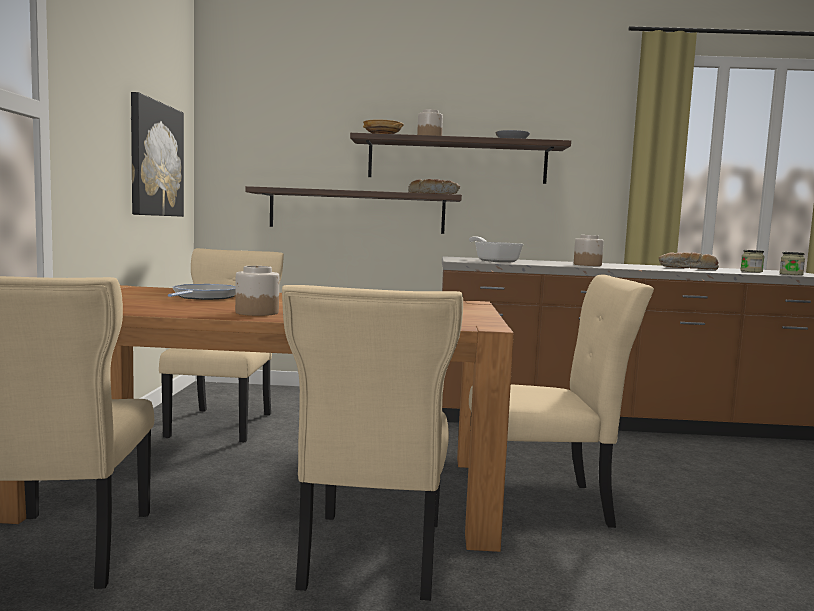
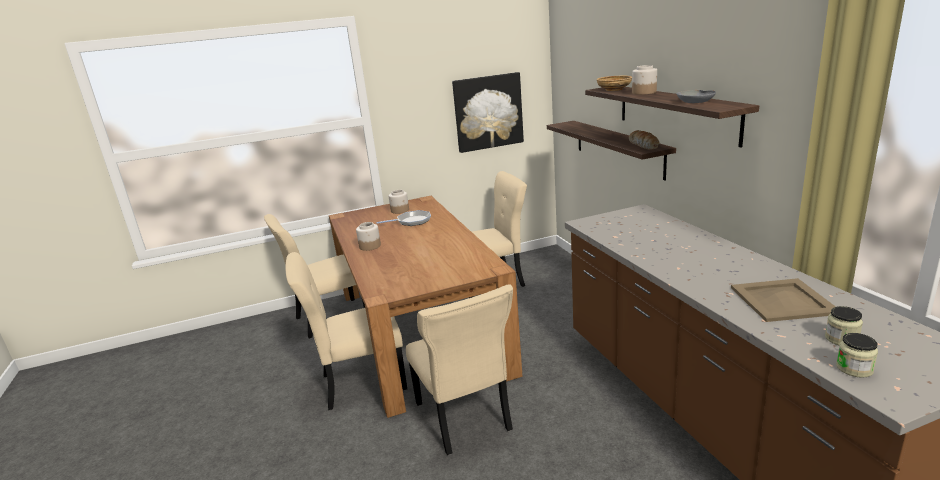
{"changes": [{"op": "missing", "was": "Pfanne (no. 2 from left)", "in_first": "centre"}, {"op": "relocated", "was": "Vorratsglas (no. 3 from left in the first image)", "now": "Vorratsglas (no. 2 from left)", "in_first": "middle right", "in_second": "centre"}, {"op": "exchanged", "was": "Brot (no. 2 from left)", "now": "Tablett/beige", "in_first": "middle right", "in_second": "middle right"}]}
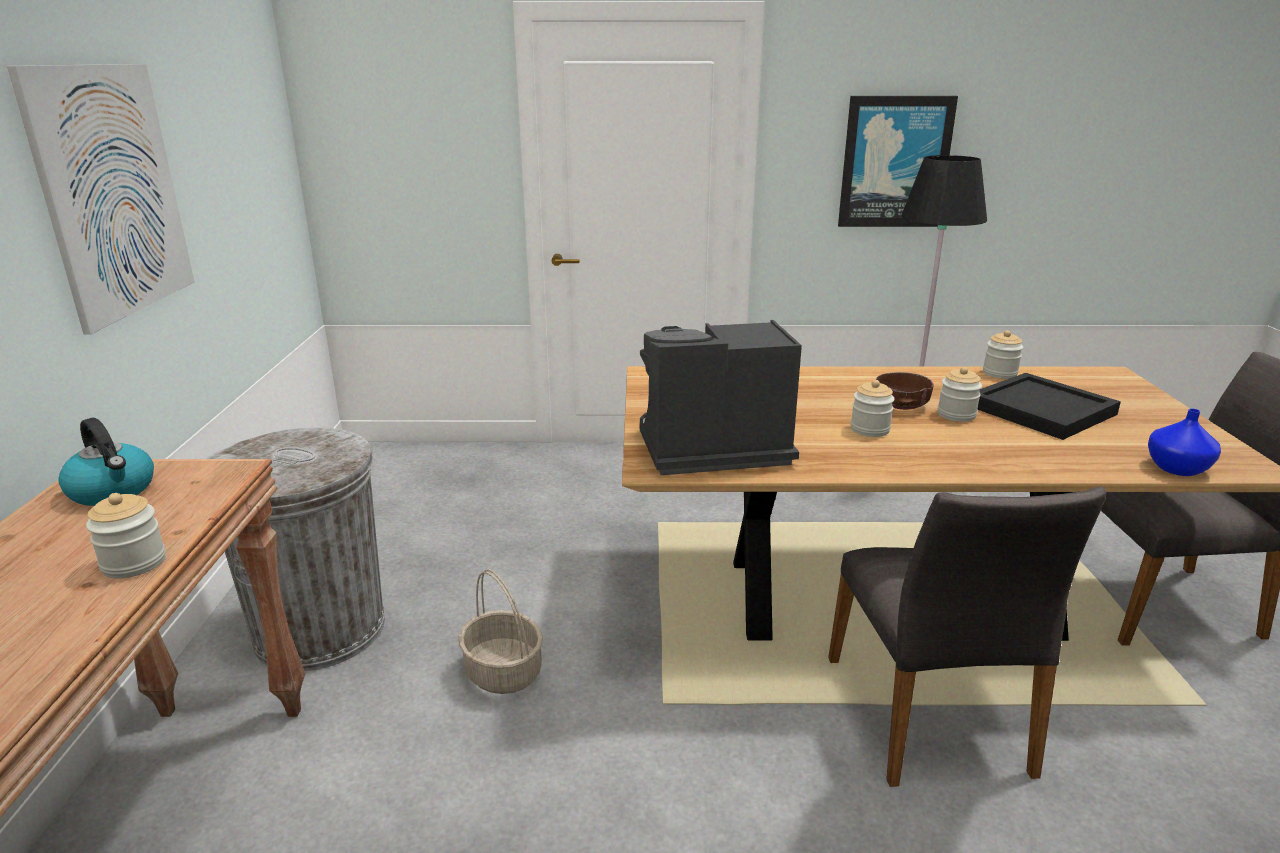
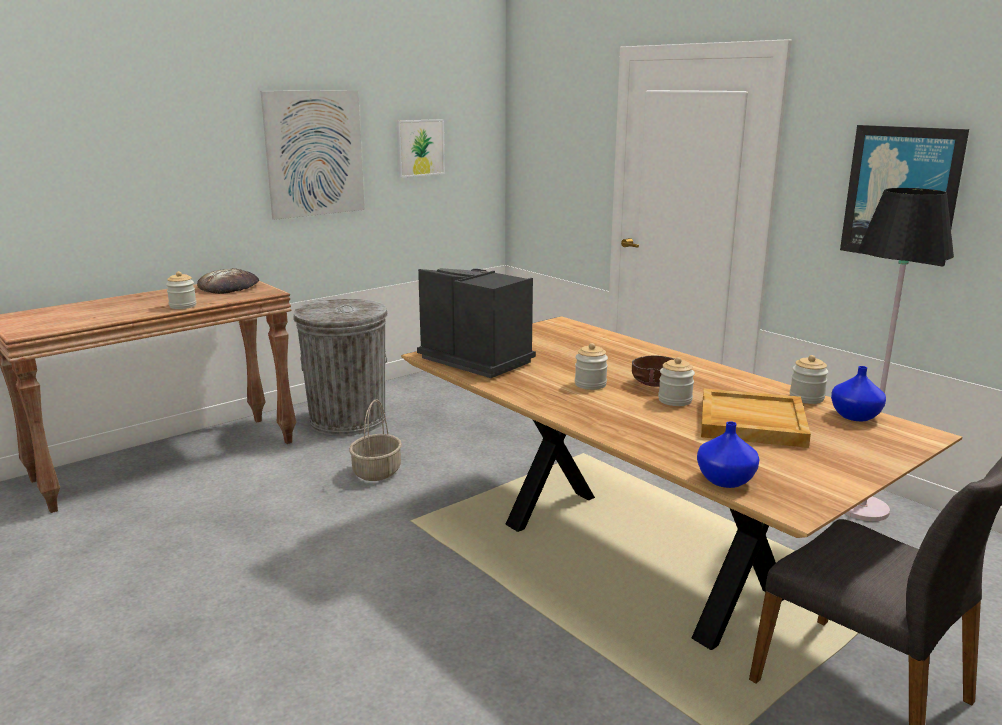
{"changes": [{"op": "exchanged", "was": "Wasserkessel", "now": "Brot", "in_first": "middle left", "in_second": "middle left"}, {"op": "missing", "was": "Stuhl/grau (no. 1 from left)", "in_first": "bottom right"}, {"op": "colour", "was": "Tablett/schwarz", "now": "Tablett/beige", "in_first": "middle right", "in_second": "middle right"}, {"op": "appeared", "now": "Bild (no. 2 from left)", "in_second": "top centre"}, {"op": "appeared", "now": "Vase/blau (no. 2 from left)", "in_second": "middle right"}]}
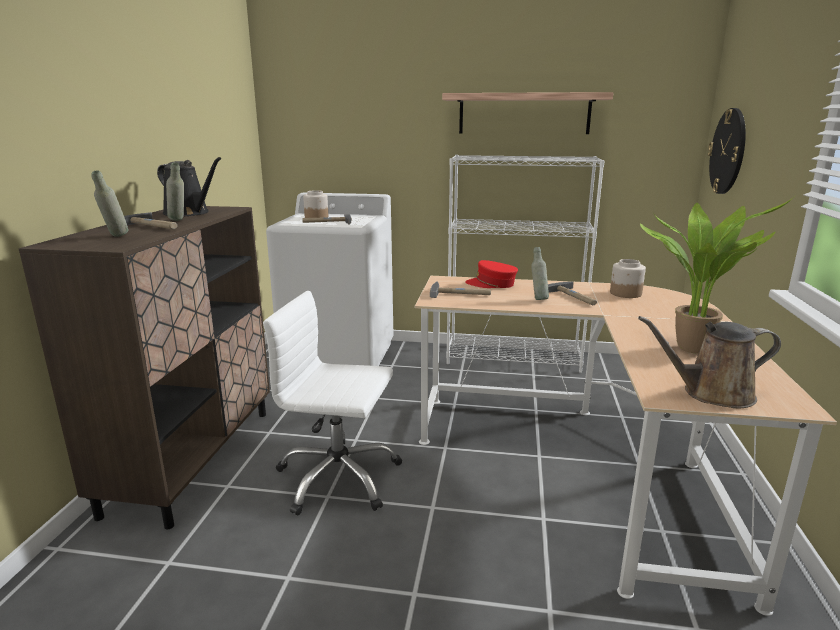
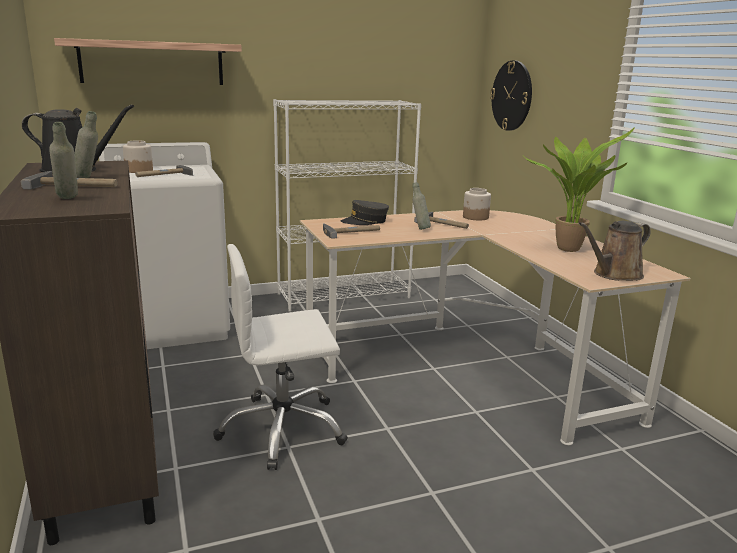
{"changes": [{"op": "relocated", "was": "Wandregal", "in_first": "top centre", "in_second": "top left"}, {"op": "colour", "was": "Kappe/rot", "now": "Kappe/grau", "in_first": "centre", "in_second": "centre"}]}
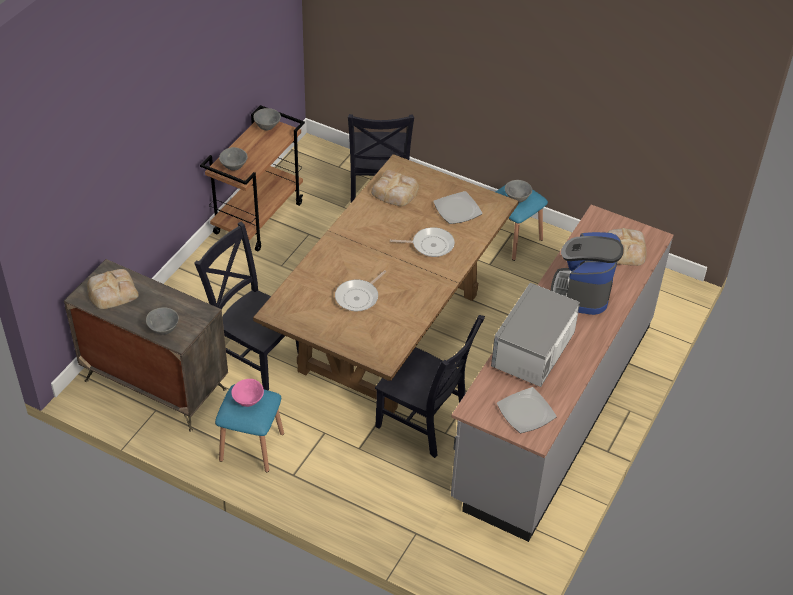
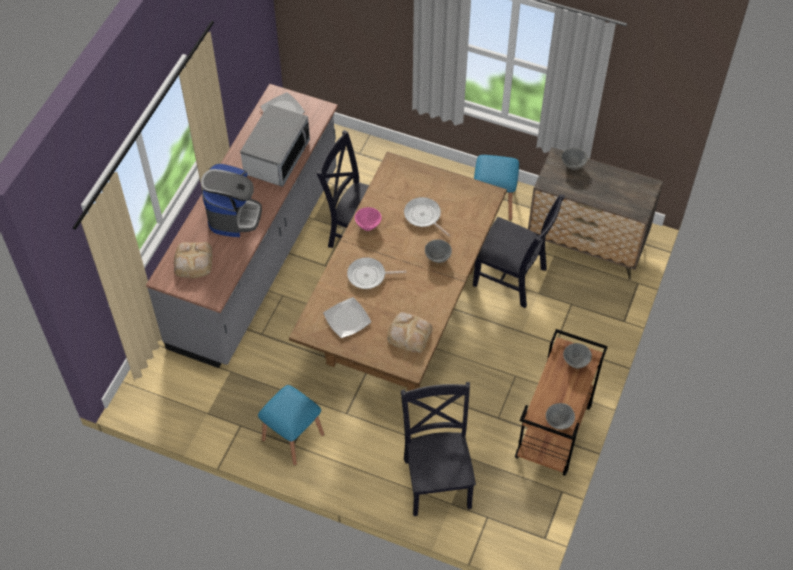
{"changes": [{"op": "missing", "was": "Brot (no. 1 from left)", "in_first": "middle left"}, {"op": "relocated", "was": "Schüssel/rosa", "in_first": "middle left", "in_second": "centre"}, {"op": "spun", "was": "Pfanne (no. 1 from left in the first image)", "in_first": "centre", "in_second": "centre", "clockwise": -75}, {"op": "relocated", "was": "Schüssel/grau (no. 4 from left in the first image)", "now": "Schüssel/grau (no. 1 from left)", "in_first": "top centre", "in_second": "centre"}]}
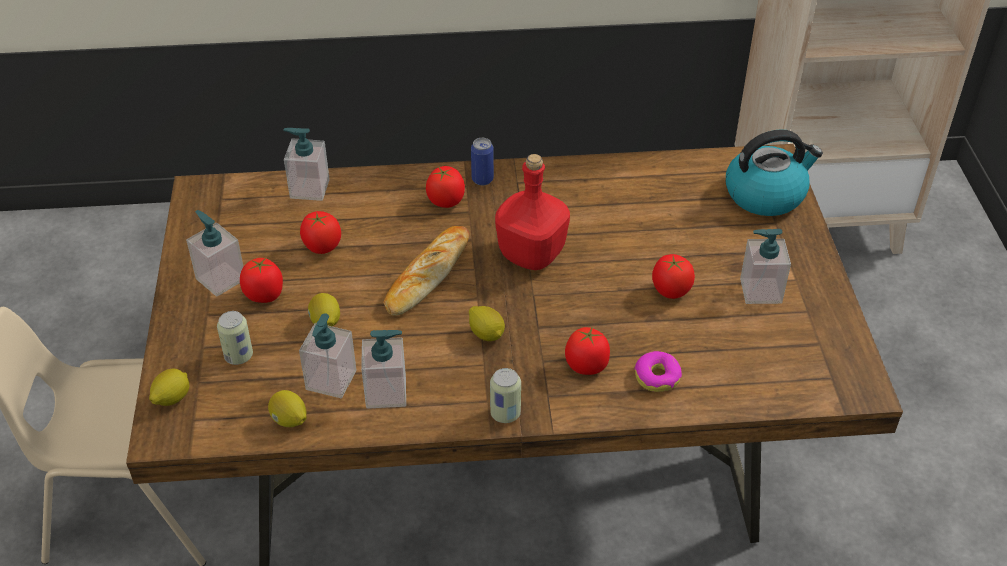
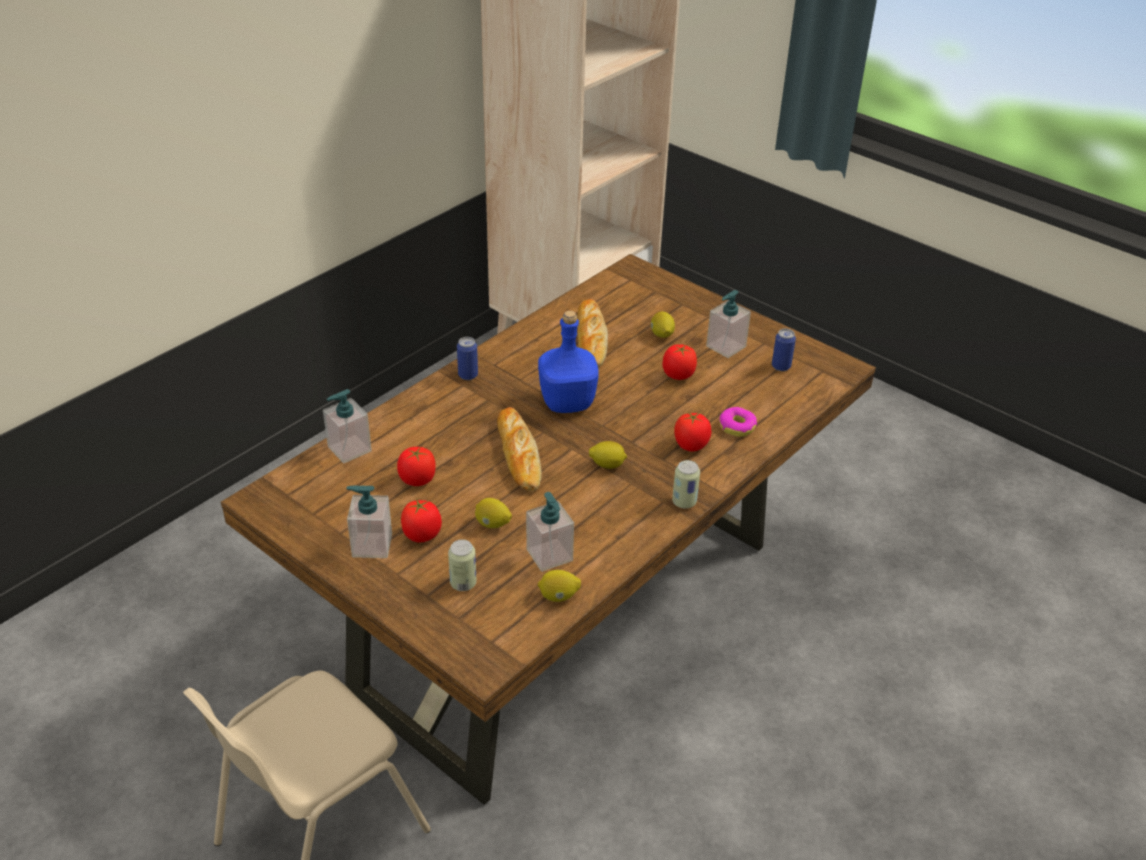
{"changes": [{"op": "relocated", "was": "Zitrone (no. 1 from left in the first image)", "now": "Zitrone (no. 4 from left)", "in_first": "bottom left", "in_second": "centre"}, {"op": "missing", "was": "Seifenspender (no. 4 from left)", "in_first": "centre"}, {"op": "missing", "was": "Tomate (no. 3 from left)", "in_first": "top centre"}, {"op": "colour", "was": "Flasche/rot", "now": "Flasche/blau", "in_first": "centre", "in_second": "centre"}, {"op": "missing", "was": "Wasserkessel", "in_first": "top right"}, {"op": "appeared", "now": "Brot (no. 2 from left)", "in_second": "centre"}, {"op": "appeared", "now": "Dose (no. 4 from left)", "in_second": "middle right"}]}
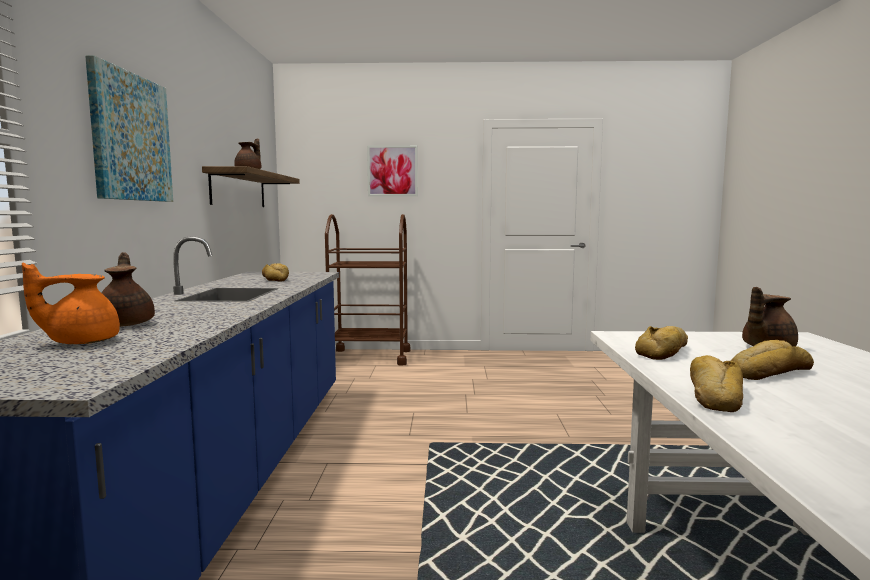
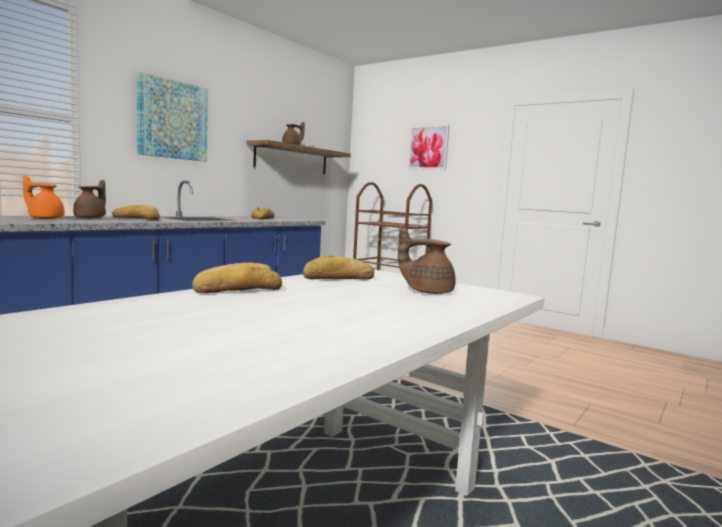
{"changes": [{"op": "relocated", "was": "Brot (no. 4 from left in the first image)", "now": "Brot (no. 1 from left)", "in_first": "middle right", "in_second": "middle left"}]}
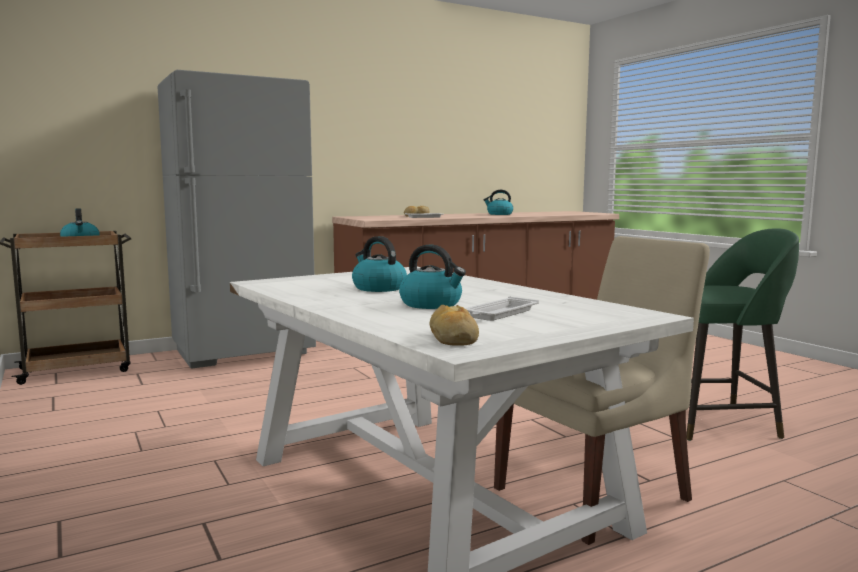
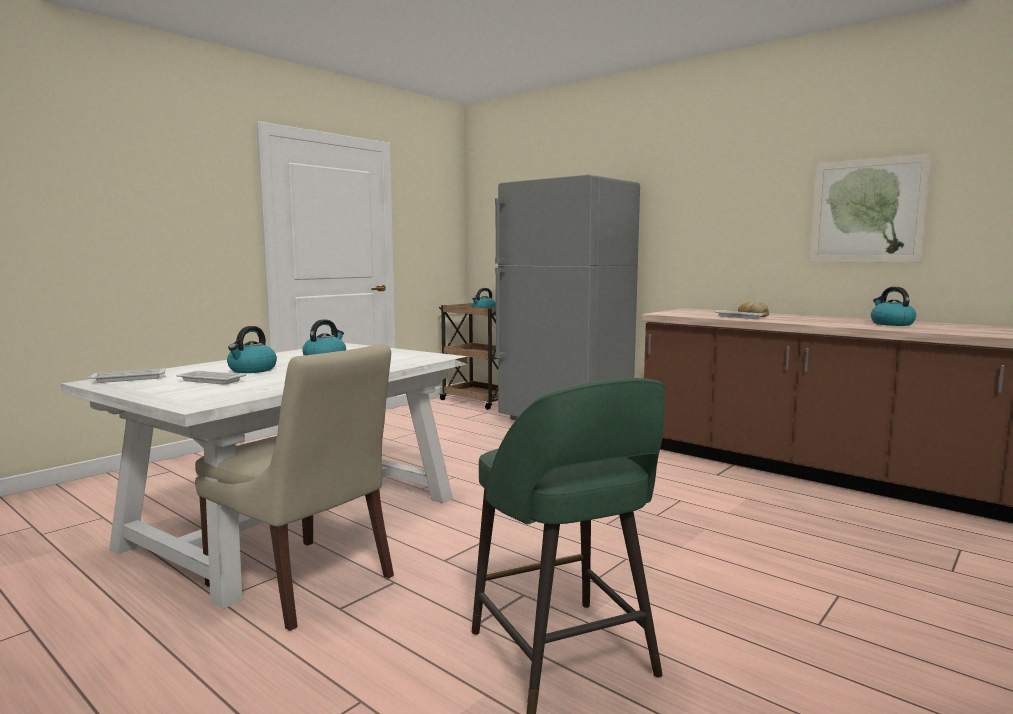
{"changes": [{"op": "exchanged", "was": "Brot (no. 2 from left)", "now": "Tablett/weiß (no. 1 from left)", "in_first": "centre", "in_second": "middle left"}, {"op": "appeared", "now": "Bild", "in_second": "top right"}]}
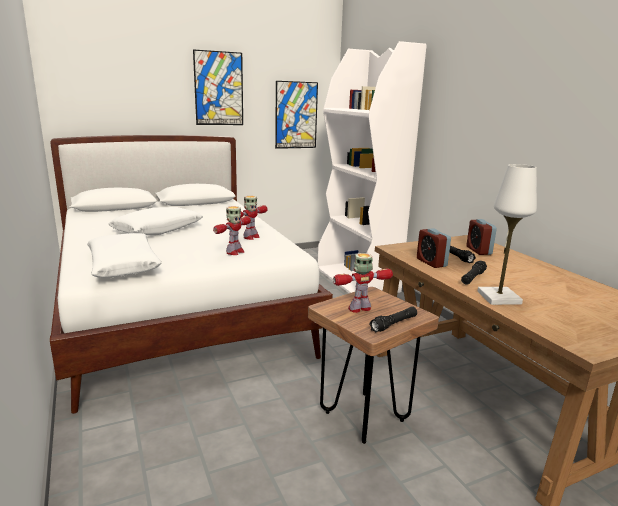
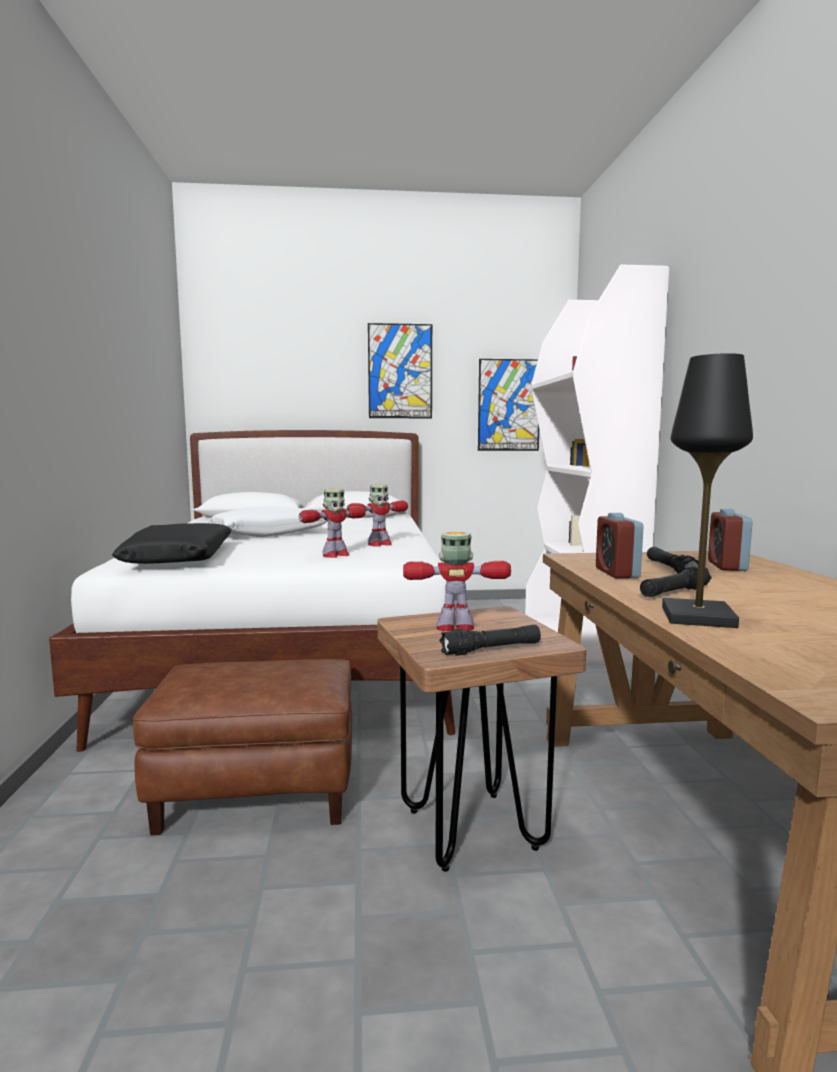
{"changes": [{"op": "colour", "was": "Kissen/weiß (no. 1 from left)", "now": "Kissen/schwarz", "in_first": "middle left", "in_second": "middle left"}, {"op": "colour", "was": "Tischlampe/weiß", "now": "Tischlampe/schwarz", "in_first": "middle right", "in_second": "middle right"}, {"op": "appeared", "now": "Polsterhocker/braun", "in_second": "bottom left"}]}
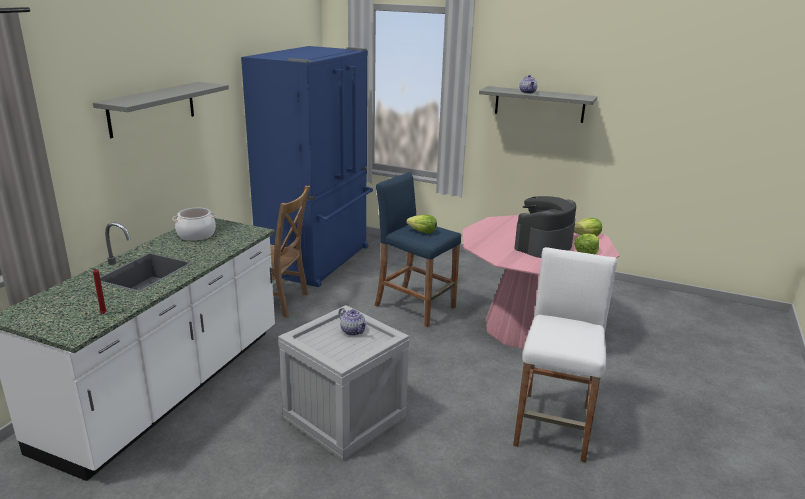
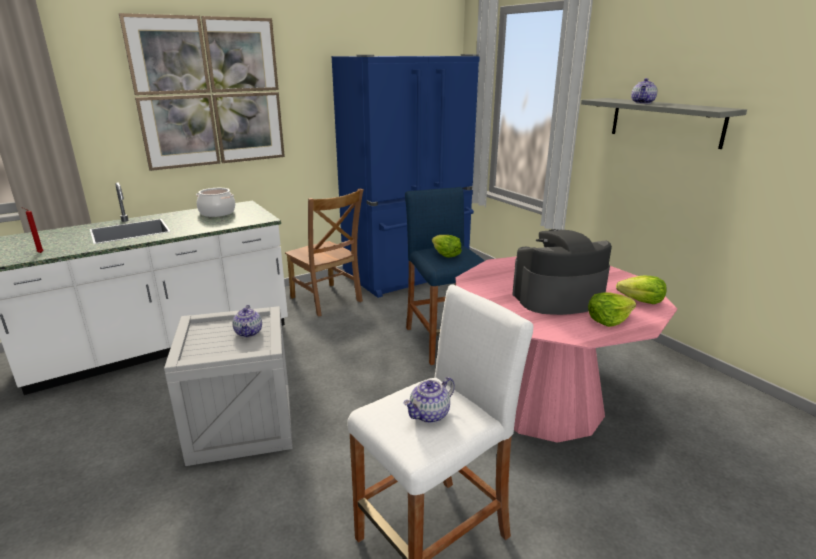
{"changes": [{"op": "exchanged", "was": "Wandregal/grau (no. 1 from left)", "now": "Bild", "in_first": "top left", "in_second": "top left"}, {"op": "appeared", "now": "Teekanne (no. 2 from left)", "in_second": "bottom centre"}]}
